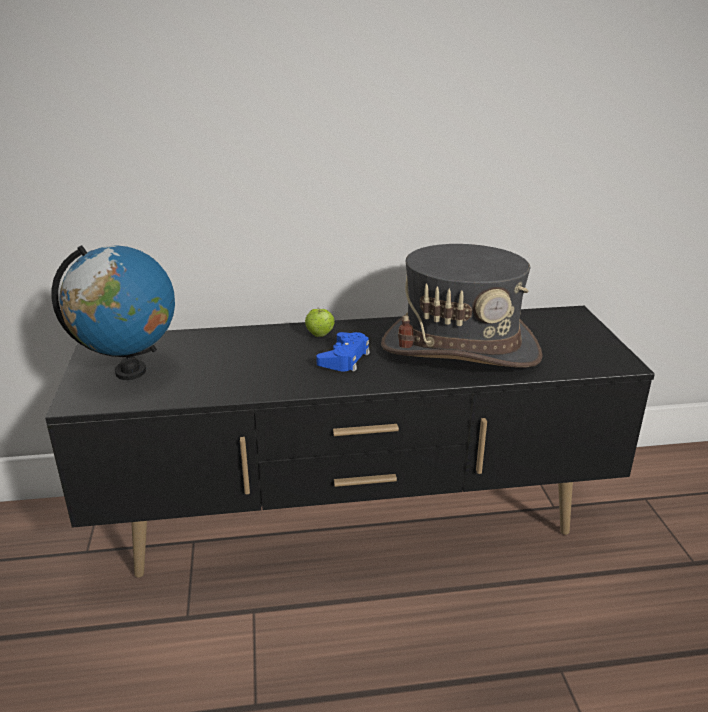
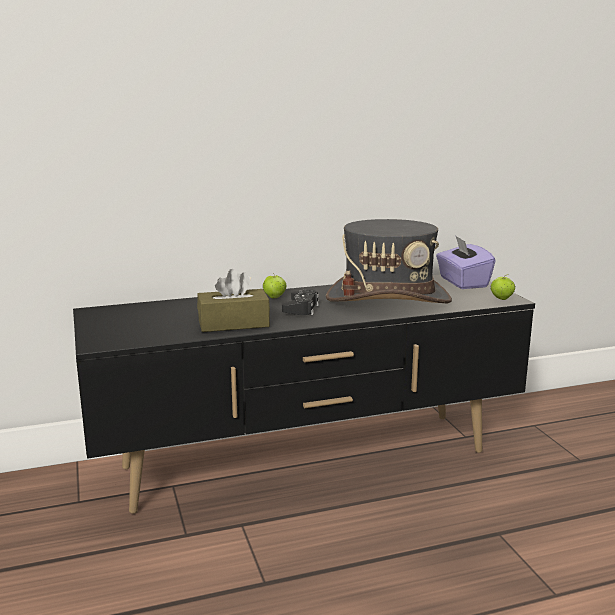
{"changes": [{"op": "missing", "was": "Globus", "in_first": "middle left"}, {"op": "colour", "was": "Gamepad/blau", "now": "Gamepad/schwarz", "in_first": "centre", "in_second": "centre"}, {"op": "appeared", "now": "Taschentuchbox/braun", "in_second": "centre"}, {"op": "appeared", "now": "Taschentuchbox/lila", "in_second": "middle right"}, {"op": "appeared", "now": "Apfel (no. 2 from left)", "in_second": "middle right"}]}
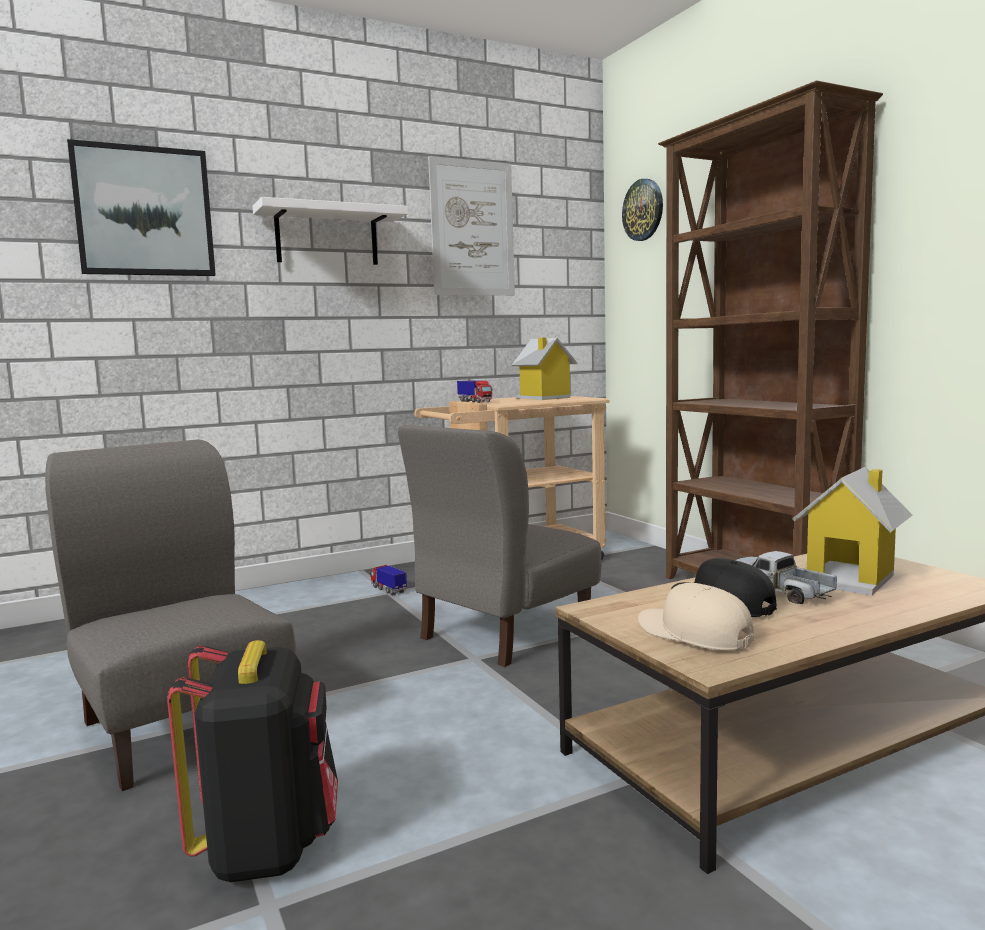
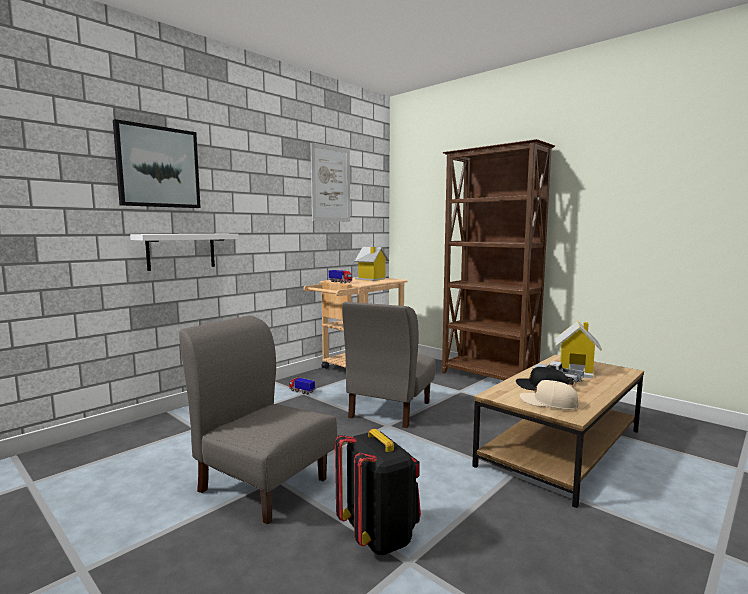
{"changes": [{"op": "relocated", "was": "Wandregal/weiß", "in_first": "top centre", "in_second": "middle left"}, {"op": "missing", "was": "Wanduhr", "in_first": "top centre"}]}
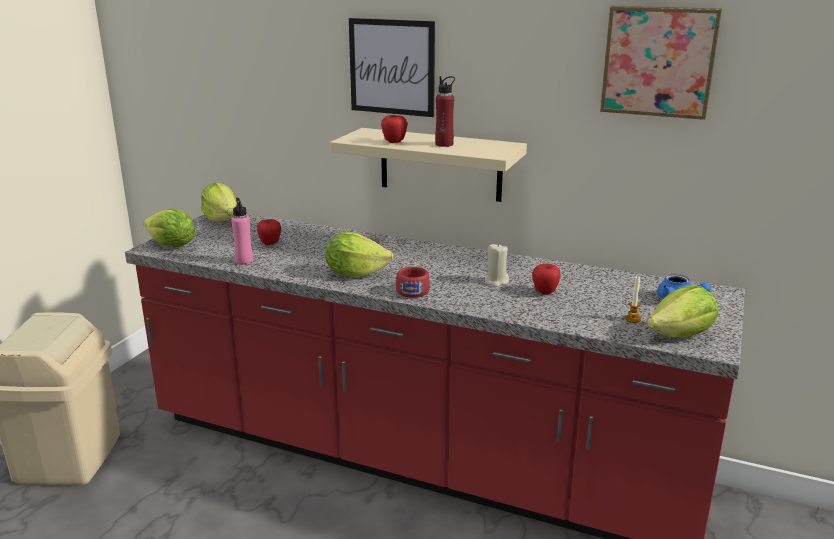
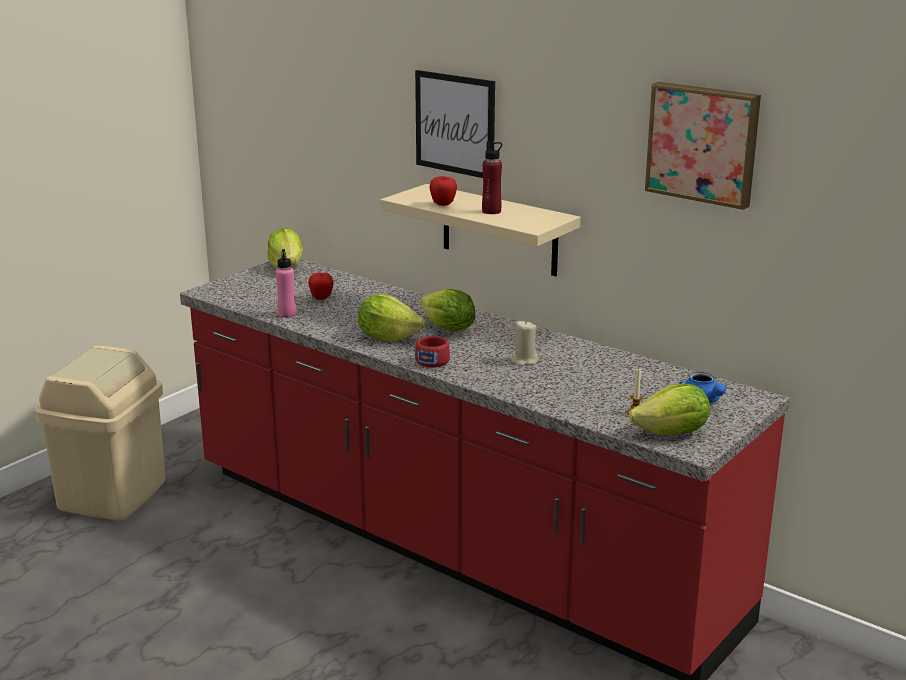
{"changes": [{"op": "relocated", "was": "Salatkopf (no. 1 from left in the first image)", "now": "Salatkopf (no. 3 from left)", "in_first": "middle left", "in_second": "centre"}, {"op": "missing", "was": "Apfel (no. 3 from left)", "in_first": "centre"}]}
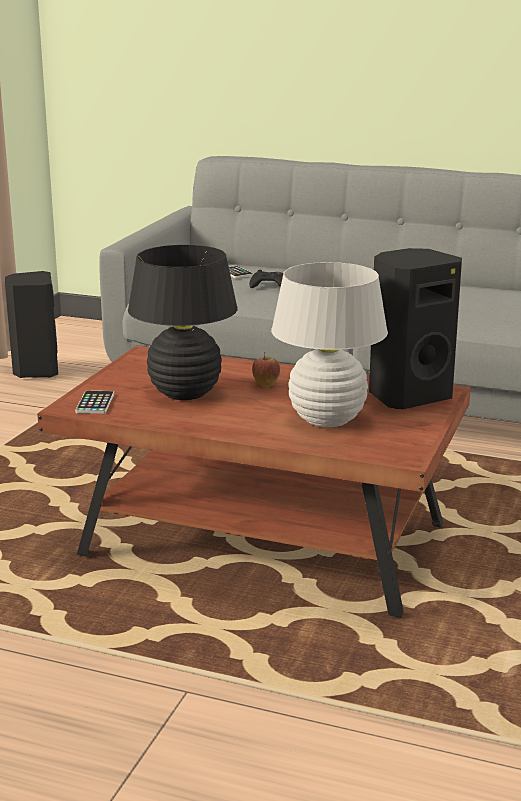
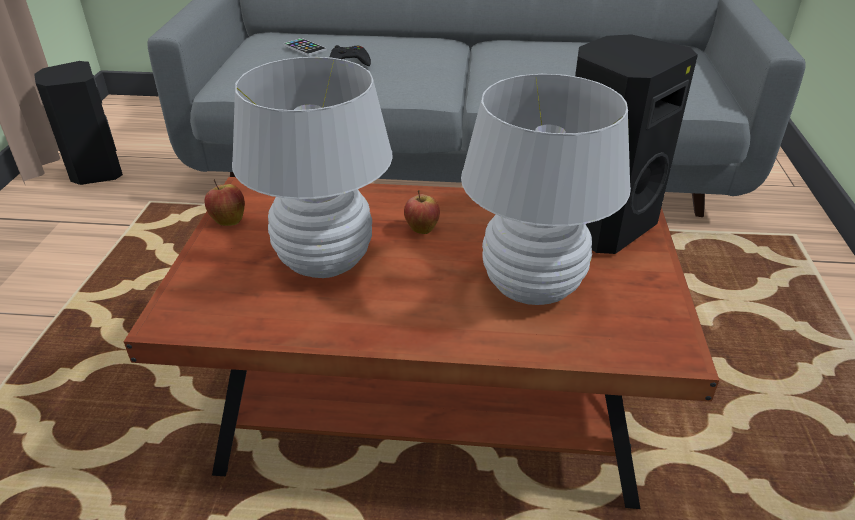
{"changes": [{"op": "missing", "was": "Handy (no. 1 from left)", "in_first": "middle left"}, {"op": "colour", "was": "Tischlampe/schwarz", "now": "Tischlampe/weiß (no. 1 from left)", "in_first": "centre", "in_second": "top centre"}, {"op": "appeared", "now": "Apfel (no. 1 from left)", "in_second": "middle left"}]}
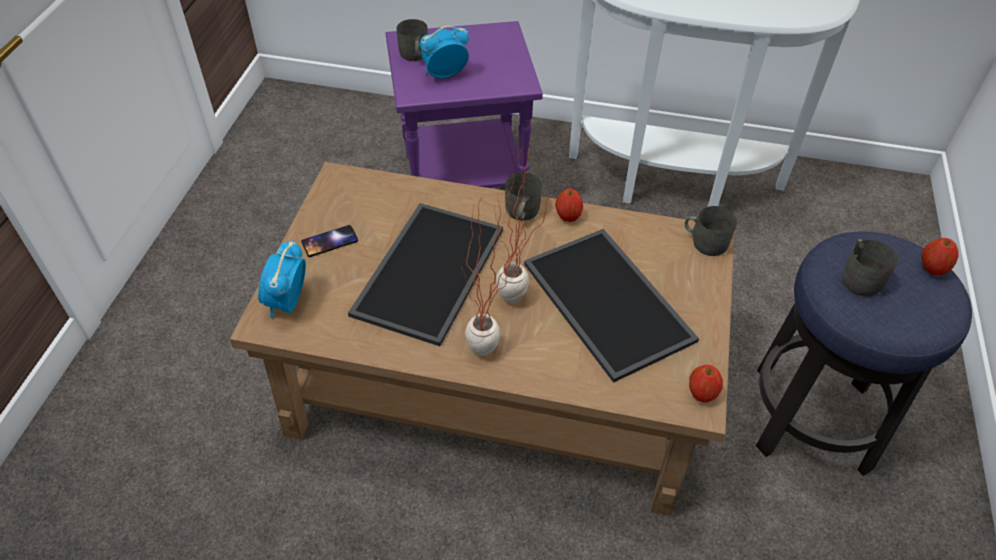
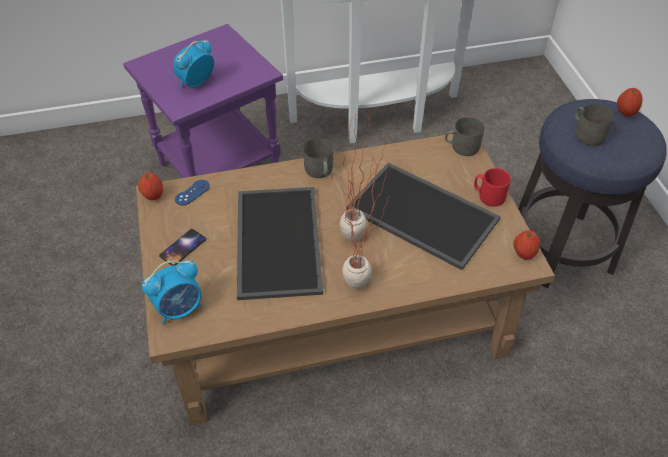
{"changes": [{"op": "spun", "was": "Wecker (no. 1 from left)", "in_first": "middle left", "in_second": "middle left", "clockwise": -105}, {"op": "missing", "was": "Henkelbecher/grau (no. 1 from left)", "in_first": "top centre"}, {"op": "relocated", "was": "Apfel (no. 1 from left)", "in_first": "centre", "in_second": "middle left"}, {"op": "appeared", "now": "Gamepad/blau", "in_second": "middle left"}, {"op": "appeared", "now": "Henkelbecher/rot", "in_second": "middle right"}]}
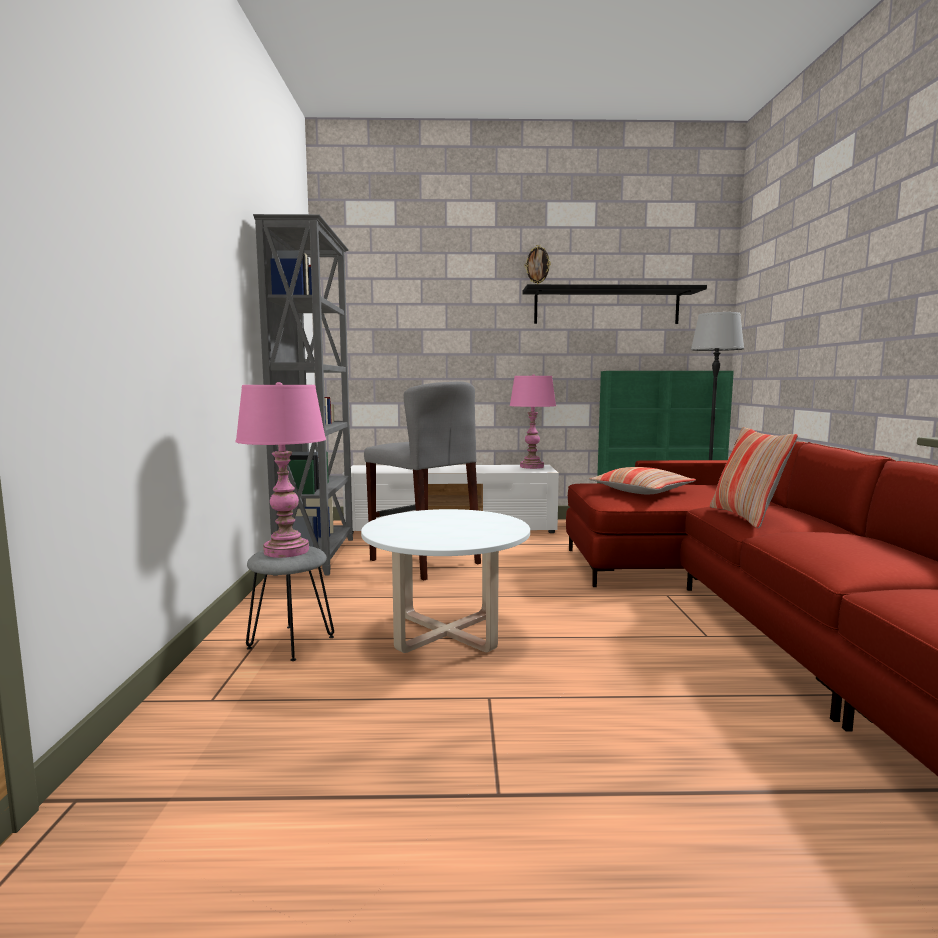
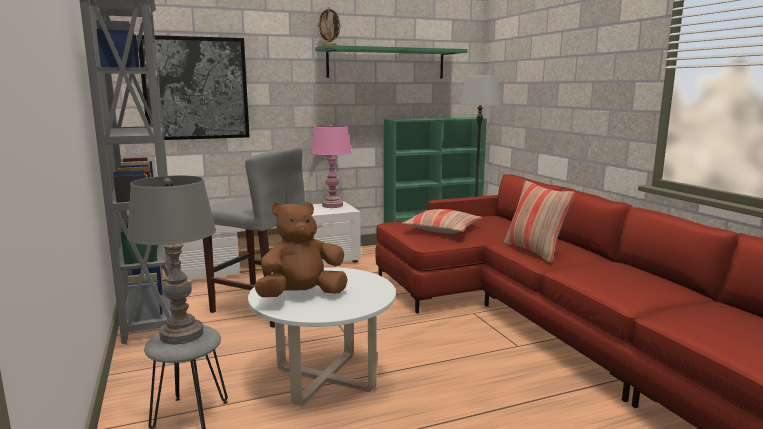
{"changes": [{"op": "colour", "was": "Tischlampe/rosa (no. 1 from left)", "now": "Tischlampe/grau", "in_first": "middle left", "in_second": "middle left"}, {"op": "colour", "was": "Wandregal/schwarz", "now": "Wandregal/grün", "in_first": "top centre", "in_second": "top centre"}, {"op": "appeared", "now": "Bild", "in_second": "top left"}, {"op": "appeared", "now": "Plüschtier/braun", "in_second": "centre"}]}
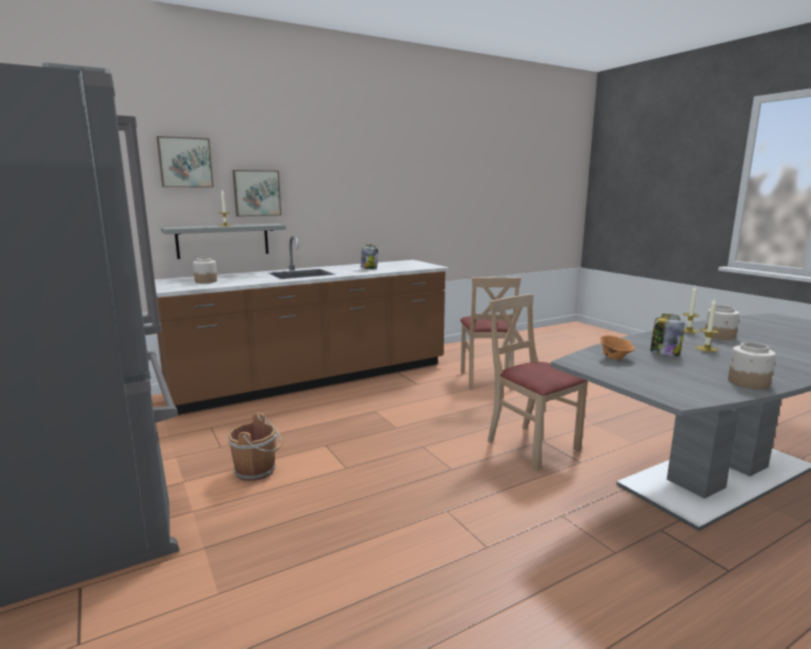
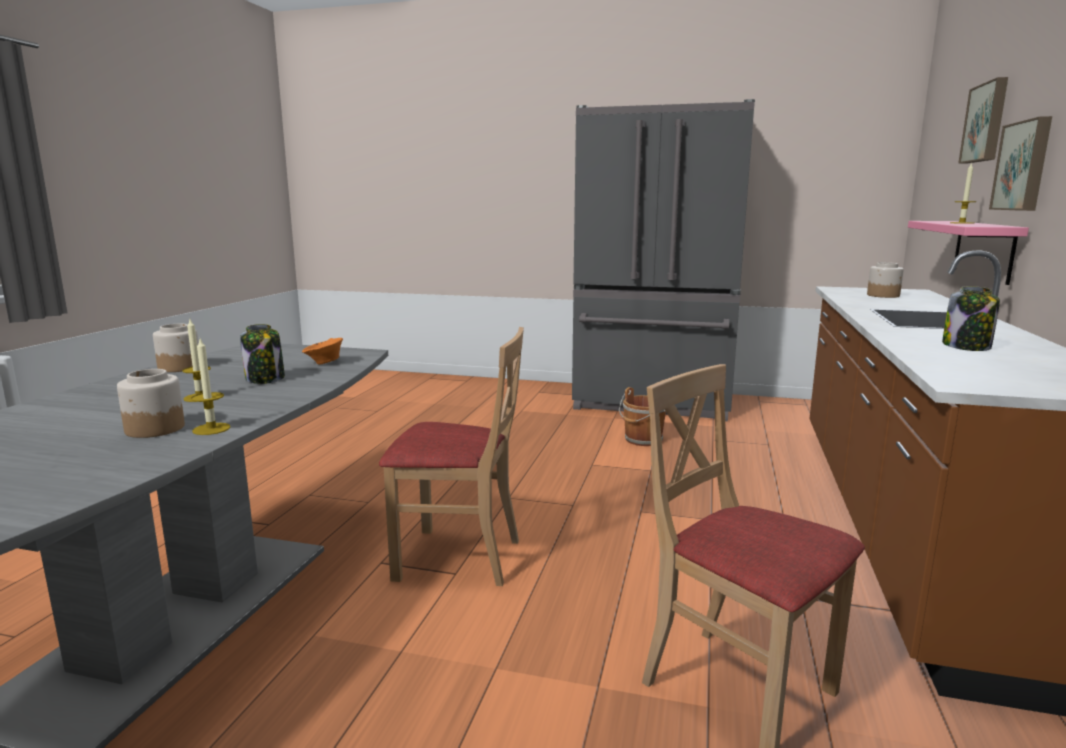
{"changes": [{"op": "colour", "was": "Wandregal/grau", "now": "Wandregal/rosa", "in_first": "middle left", "in_second": "middle right"}]}
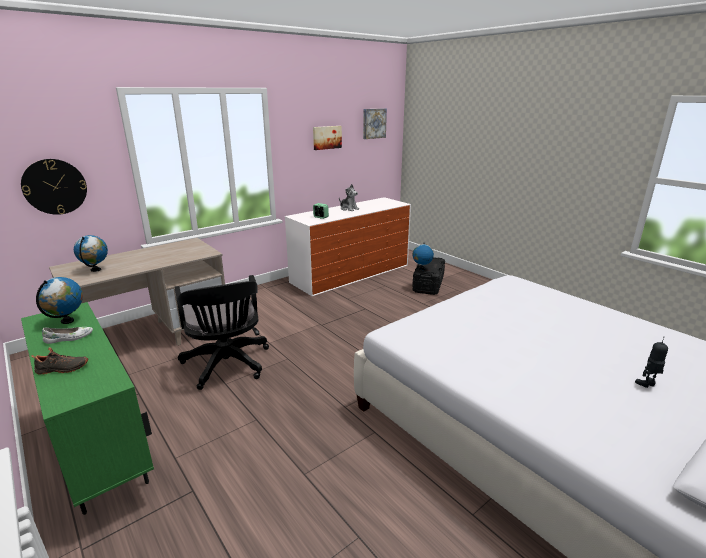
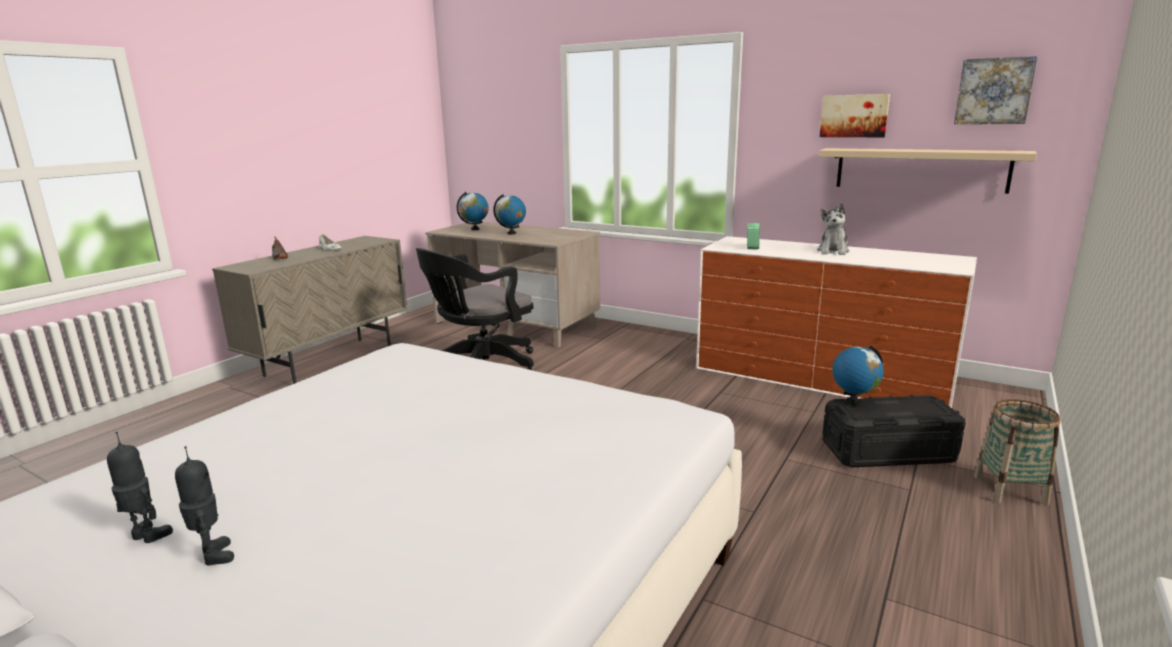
{"changes": [{"op": "missing", "was": "Wanduhr", "in_first": "middle left"}, {"op": "colour", "was": "Schrank/grün", "now": "Schrank/beige", "in_first": "bottom left", "in_second": "middle left"}, {"op": "relocated", "was": "Globus (no. 1 from left in the first image)", "now": "Globus (no. 2 from left)", "in_first": "middle left", "in_second": "top centre"}, {"op": "appeared", "now": "Spielzeugroboter (no. 1 from left)", "in_second": "bottom left"}, {"op": "appeared", "now": "Wandregal/beige", "in_second": "top right"}, {"op": "appeared", "now": "Korb", "in_second": "bottom right"}]}
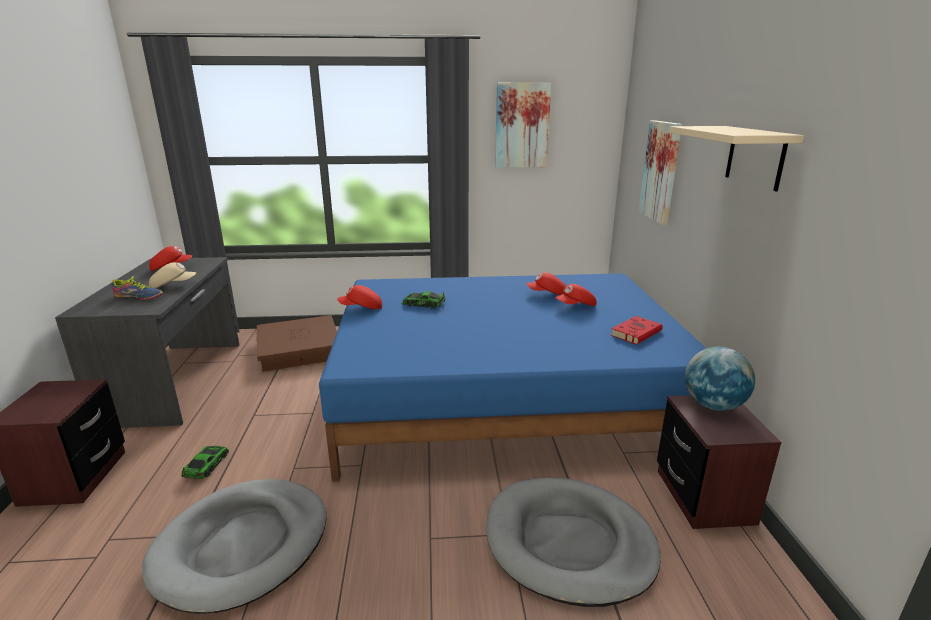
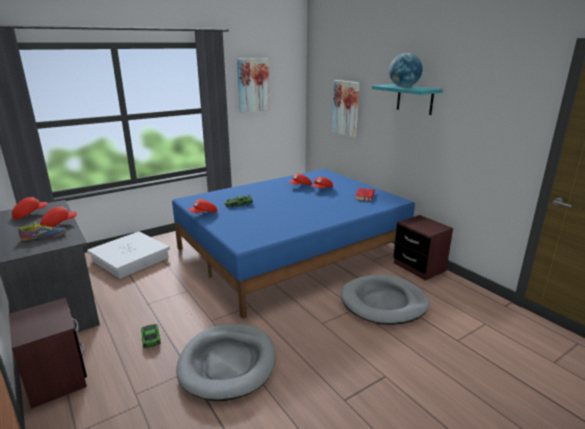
{"changes": [{"op": "colour", "was": "Kappe/beige", "now": "Kappe/rot (no. 2 from left)", "in_first": "middle left", "in_second": "middle left"}, {"op": "colour", "was": "Aufbewahrungsbox/braun", "now": "Aufbewahrungsbox/weiß", "in_first": "middle left", "in_second": "middle left"}, {"op": "colour", "was": "Wandregal/beige", "now": "Wandregal/türkis", "in_first": "top right", "in_second": "top right"}, {"op": "relocated", "was": "Globus", "in_first": "middle right", "in_second": "top right"}]}
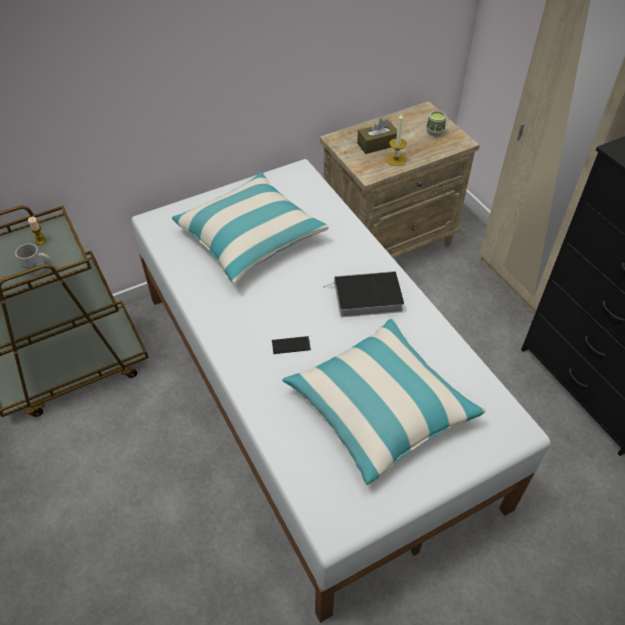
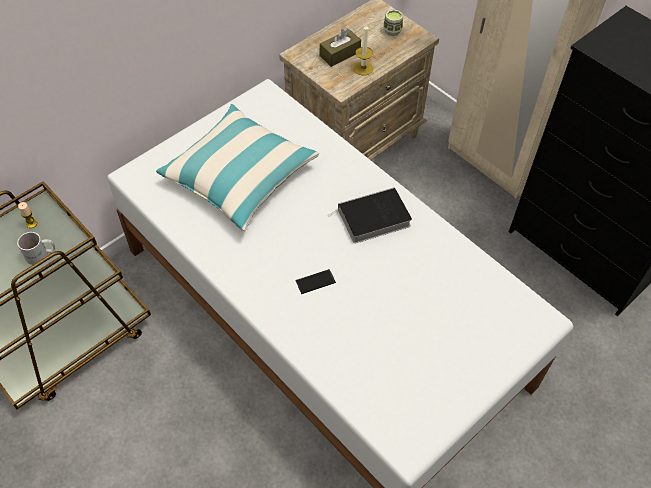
{"changes": [{"op": "missing", "was": "Kissen (no. 2 from left)", "in_first": "centre"}]}
